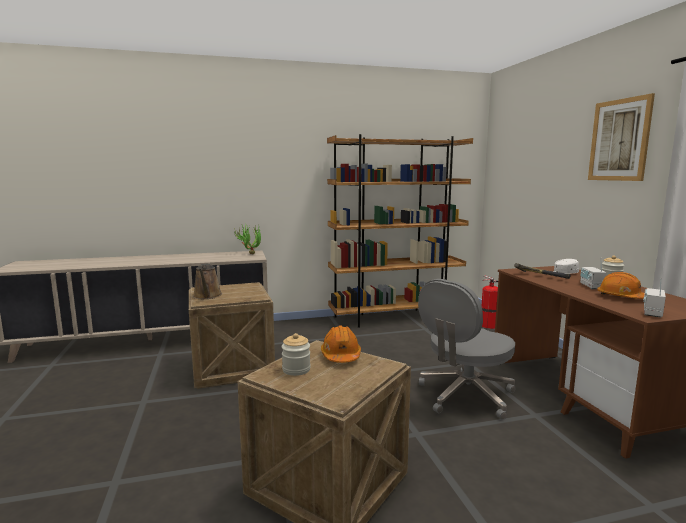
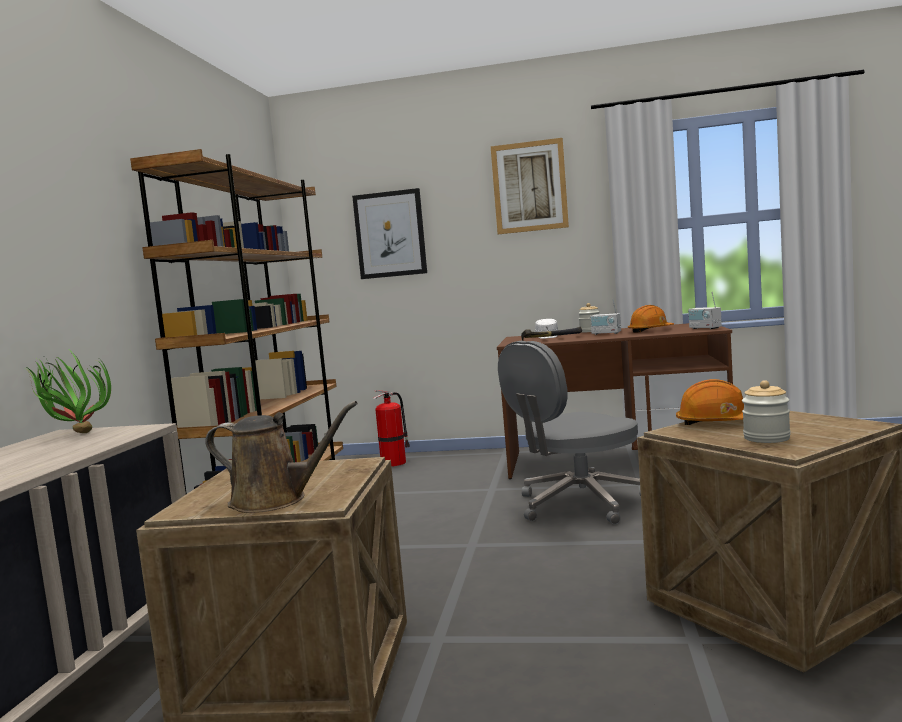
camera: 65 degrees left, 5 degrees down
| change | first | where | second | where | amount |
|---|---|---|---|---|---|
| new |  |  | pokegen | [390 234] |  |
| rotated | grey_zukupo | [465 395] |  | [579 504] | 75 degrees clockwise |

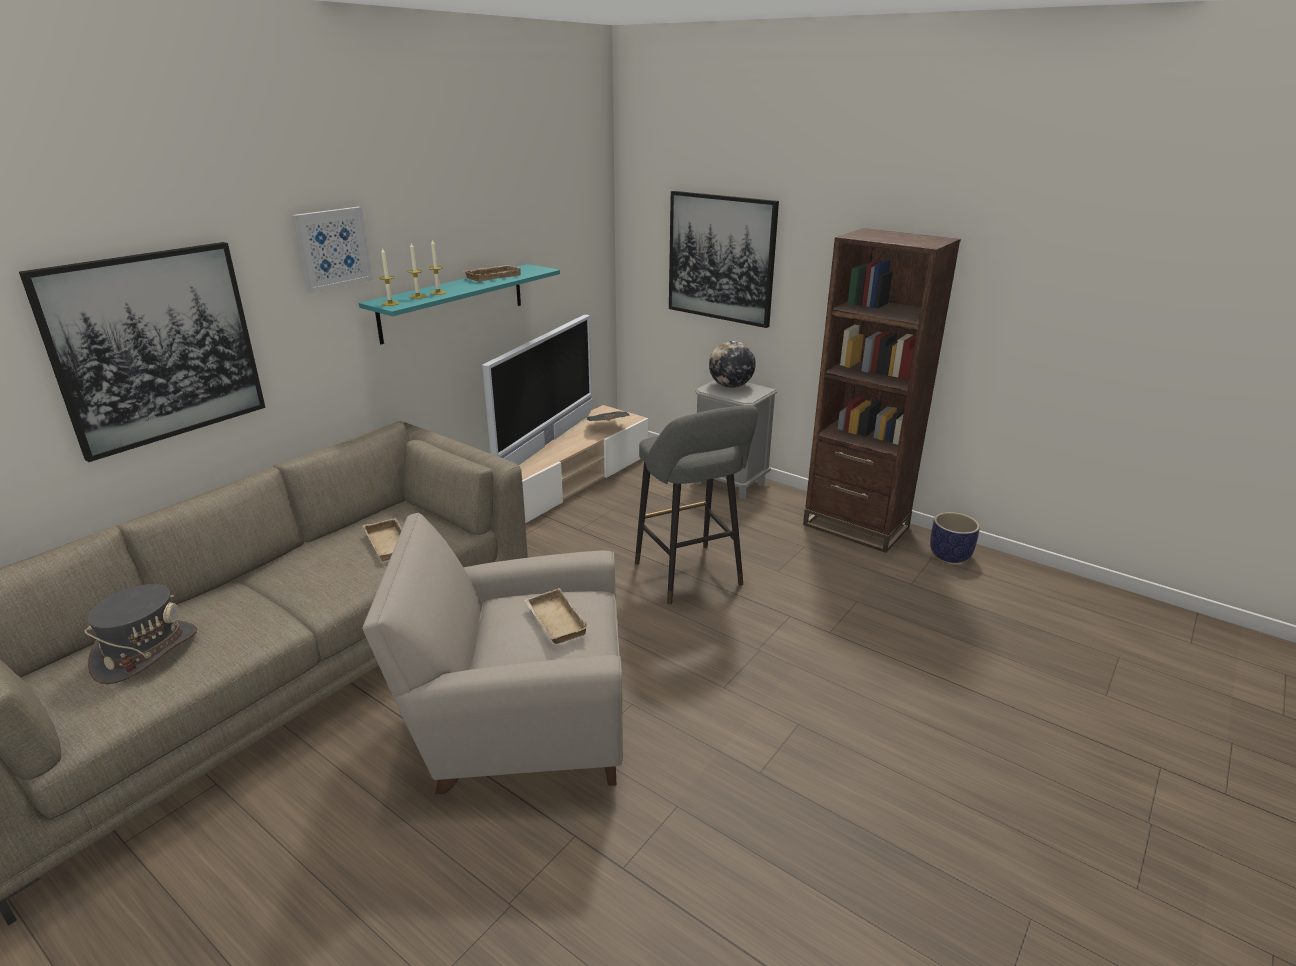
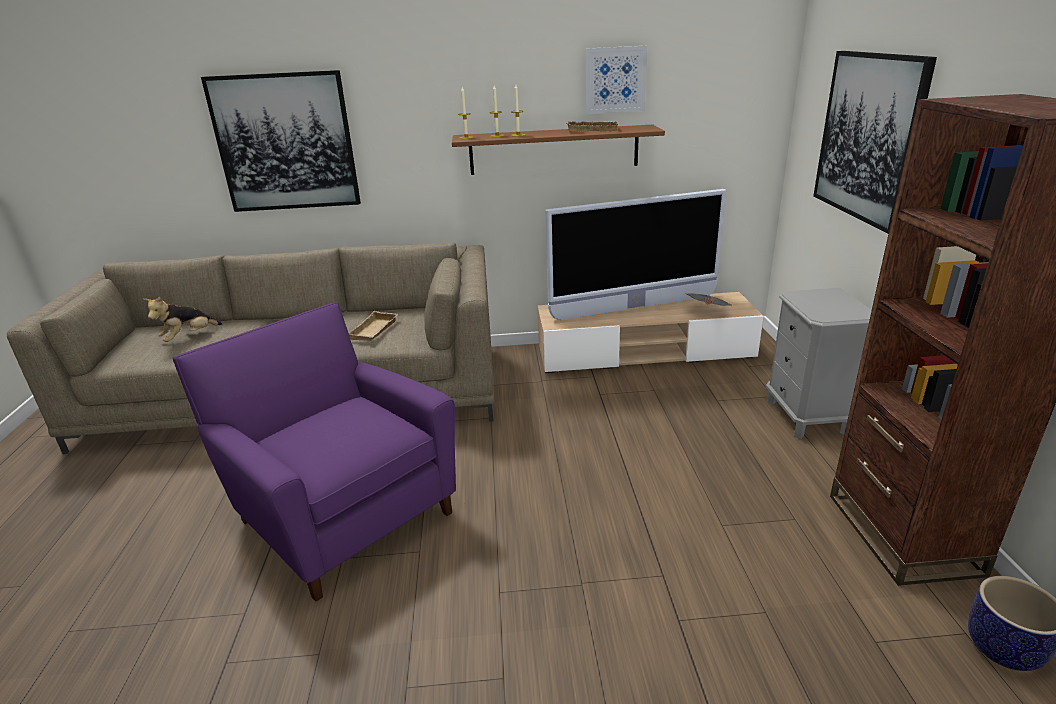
camera: 50 degrees right, 0 degrees up
| change | first | where | second | where | amount |
|---|---|---|---|---|---|
| gone | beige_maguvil | [553 621] |  |  |  |
| gone | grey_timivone | [691 577] |  |  |  |
| gone | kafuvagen | [730 386] |  |  |  |
| shifted | pokegen | [332 248] |  | [615 80] |  |
| swapped | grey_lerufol | [146 652] | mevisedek | [188 337] |  |
| repainted | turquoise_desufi | [453 302] | brown_desufi | [554 150] |  |
| repainted | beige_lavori | [518 725] | purple_lavori | [340 511] |  |

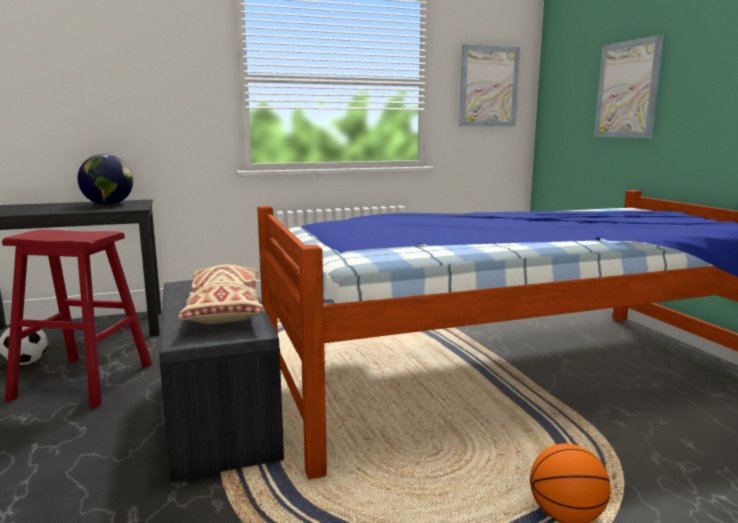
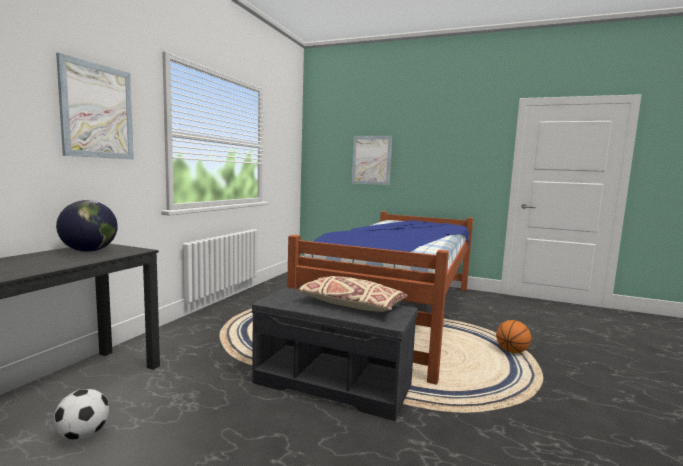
camera: 50 degrees left, 5 degrees down
| change | first | where | second | where | amount |
|---|---|---|---|---|---|
| gone | red_timivone | [83 381] |  |  |  |
| shifted | pokegen | [488 86] |  | [97 111] |  |

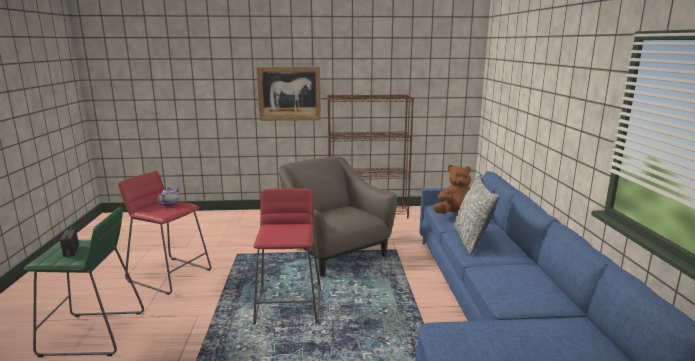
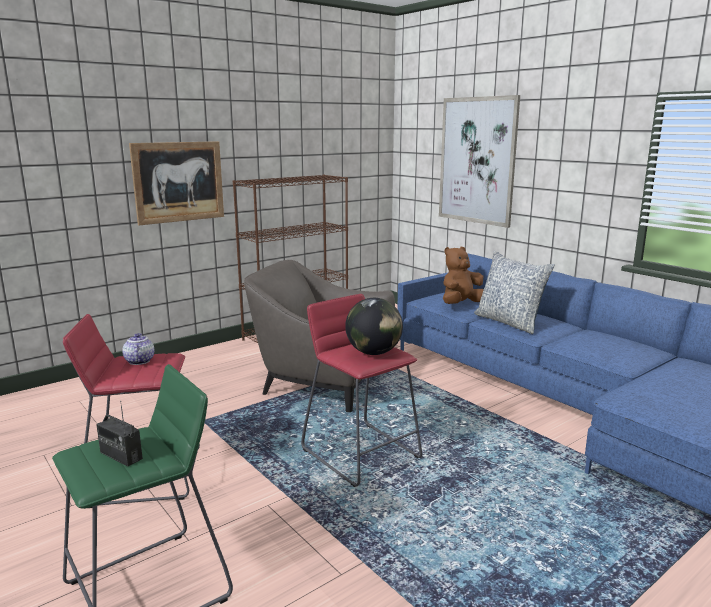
camera: 35 degrees left, 0 degrees up
| change | first | where | second | where | amount |
|---|---|---|---|---|---|
| new |  |  | kafuvagen | [373 353] |  |
| new |  |  | pokegen | [477 161] |  |

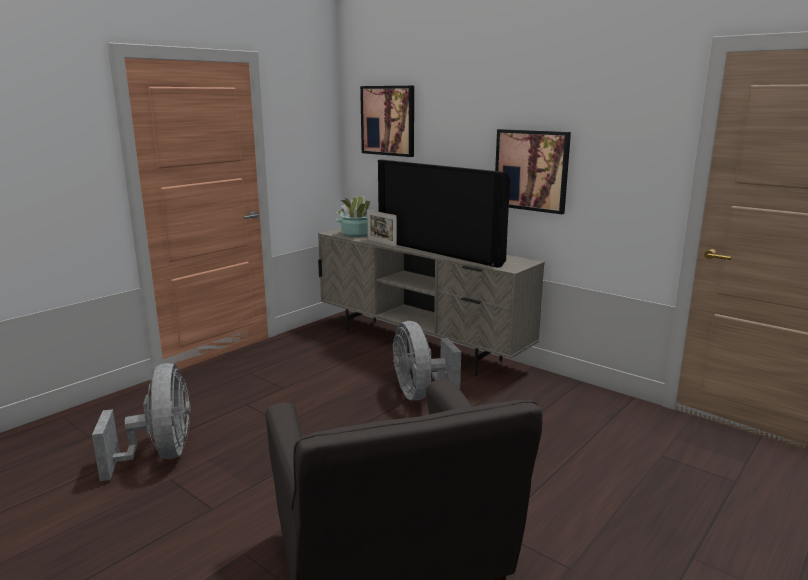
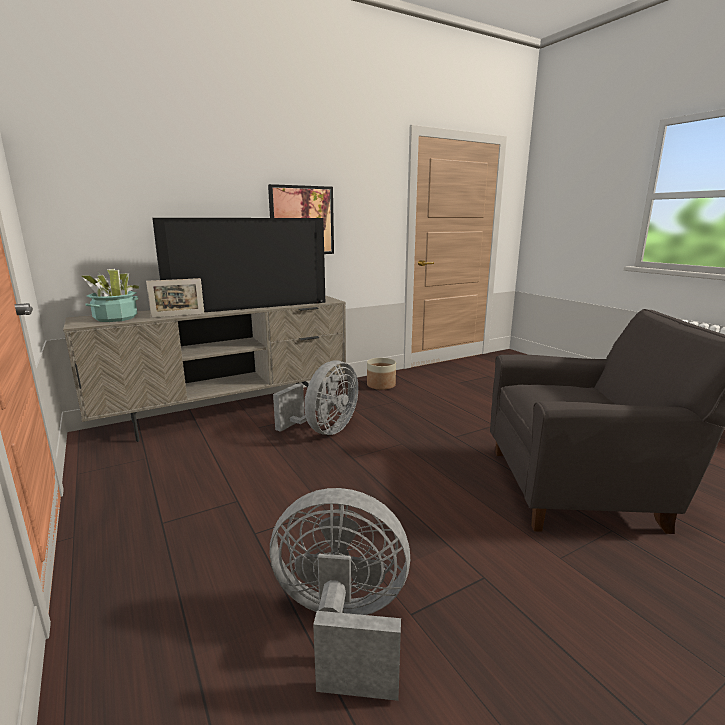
camera: 70 degrees left, 0 degrees up
| change | first | where | second | where | amount |
|---|---|---|---|---|---|
| gone | pokegen | [388 120] |  |  |  |
| new |  |  | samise | [381 385] |  |
| rotated | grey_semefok | [420 393] |  | [324 430] | 60 degrees counterclockwise |

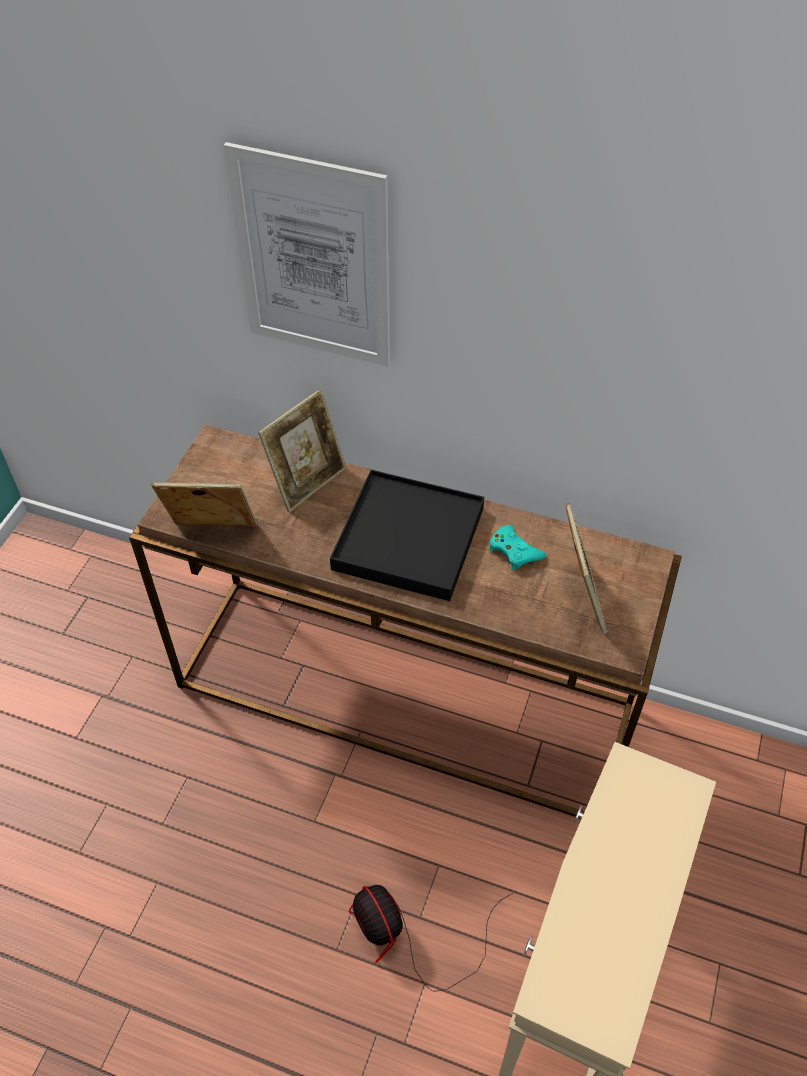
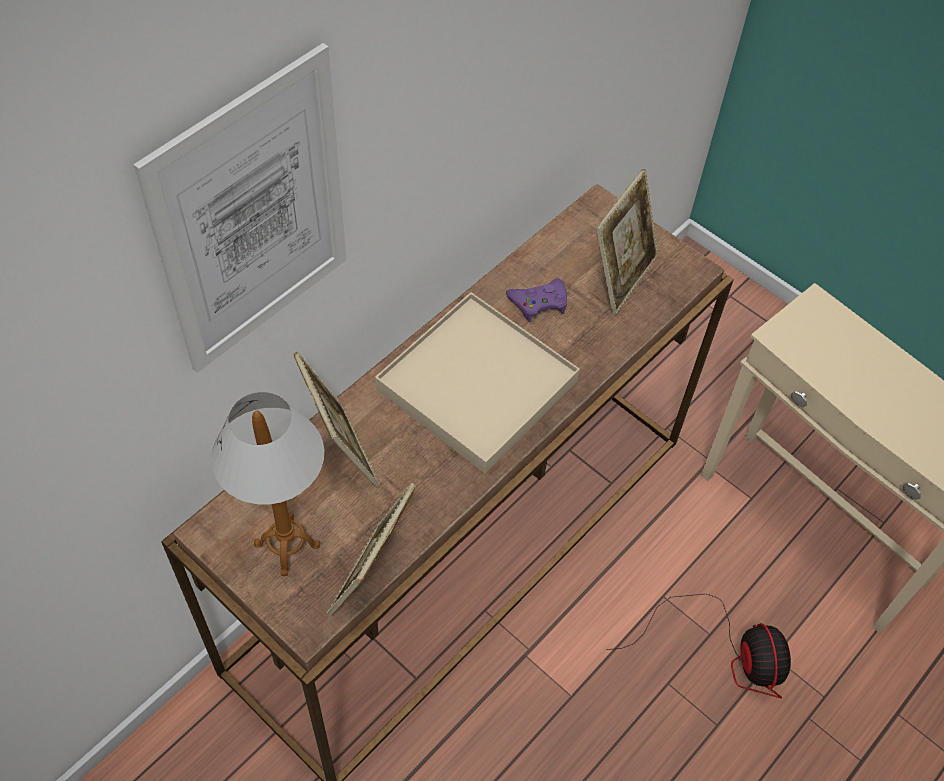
camera: 70 degrees left, 5 degrees up
| change | first | where | second | where | amount |
|---|---|---|---|---|---|
| new |  |  | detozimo | [288 545] |  |
| repainted | black_maguvil | [409 538] | beige_maguvil | [477 385] |  |
| repainted | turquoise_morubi | [514 551] | purple_morubi | [539 302] |  |
| rotated | semefok | [408 936] |  | [725 652] | 90 degrees counterclockwise |
| rotated | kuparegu | [579 598] |  | [621 276] | 105 degrees clockwise |

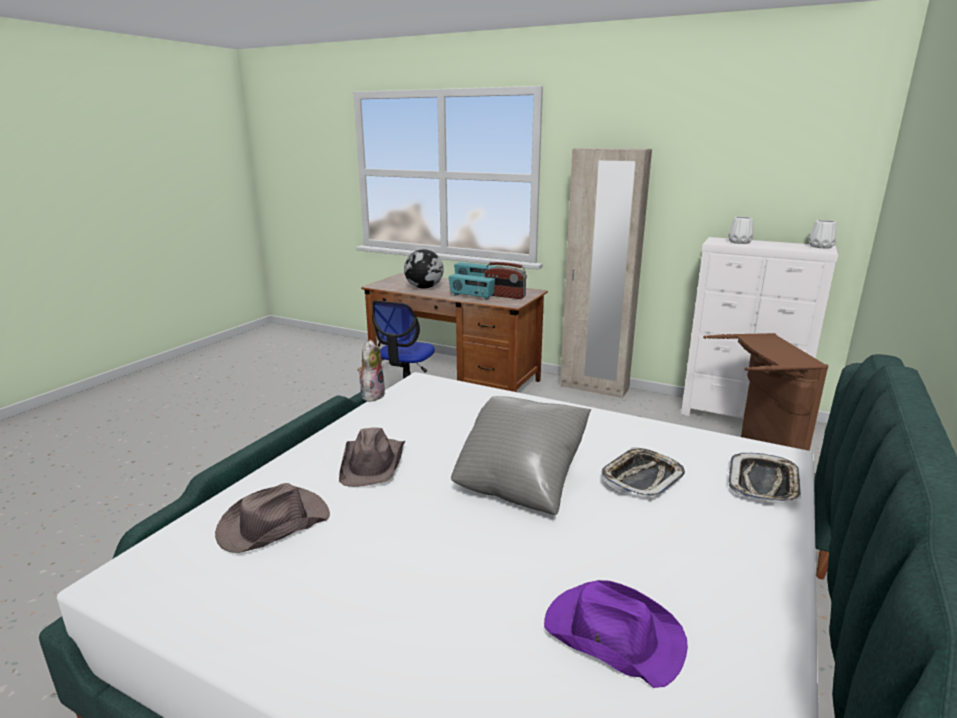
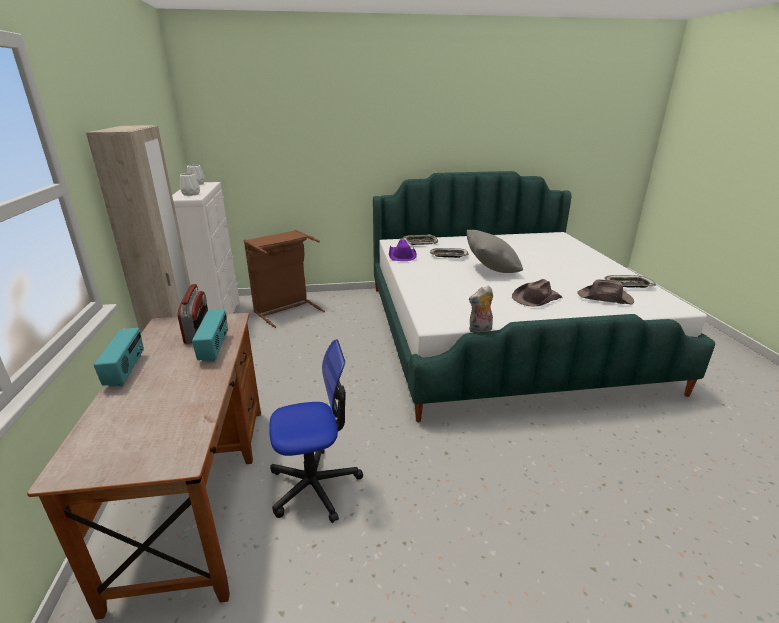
camera: 125 degrees left, 5 degrees up
| change | first | where | second | where | amount |
|---|---|---|---|---|---|
| gone | kafuvagen | [424 288] |  |  |  |
| new |  |  | maguvil | [628 285] |  |
| shifted | purple_lerufol | [612 634] |  | [402 255] |  |

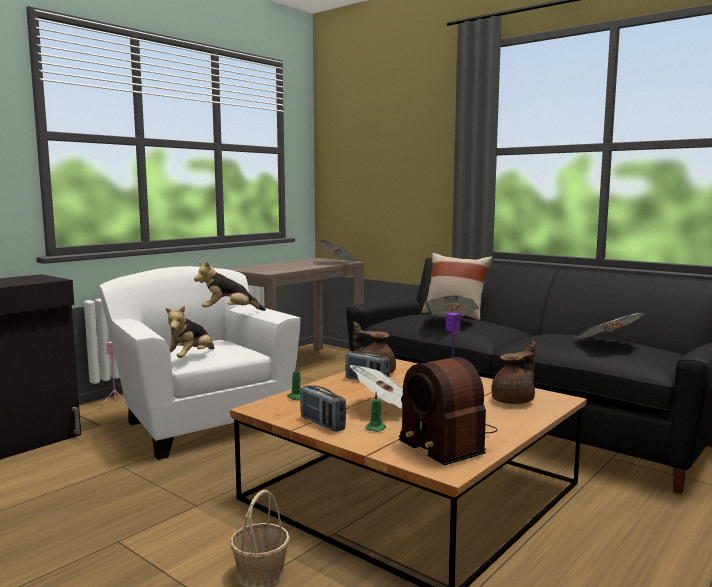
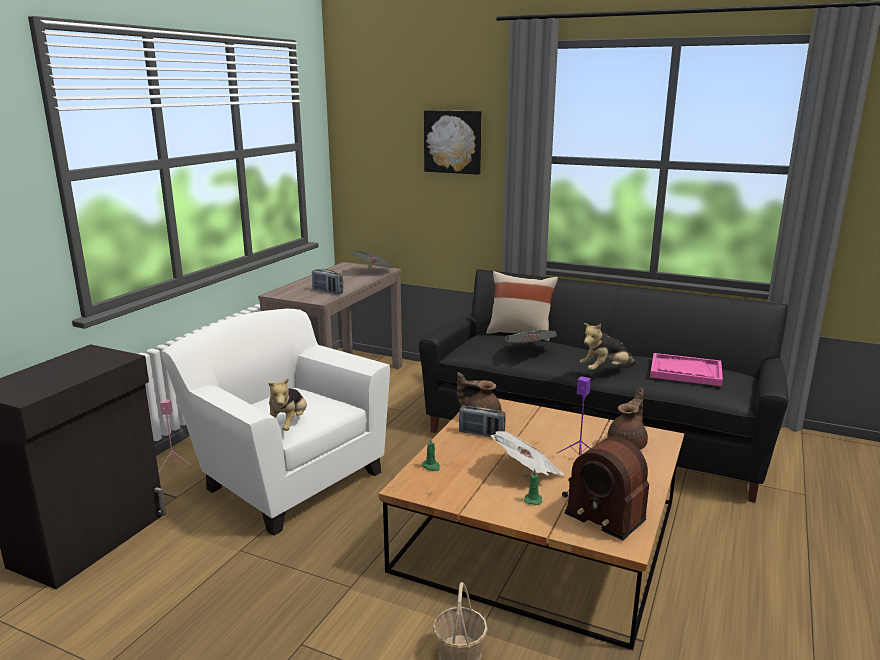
camera: 15 degrees left, 10 degrees up
| change | first | where | second | where | amount |
|---|---|---|---|---|---|
| new |  |  | pokegen | [453 142] |  |
| shifted | mevisedek | [229 312] |  | [605 370] |  |
| shifted | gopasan | [322 424] |  | [327 291] |  |
| swapped | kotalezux | [606 343] | pink_maguvil | [685 371] |  |

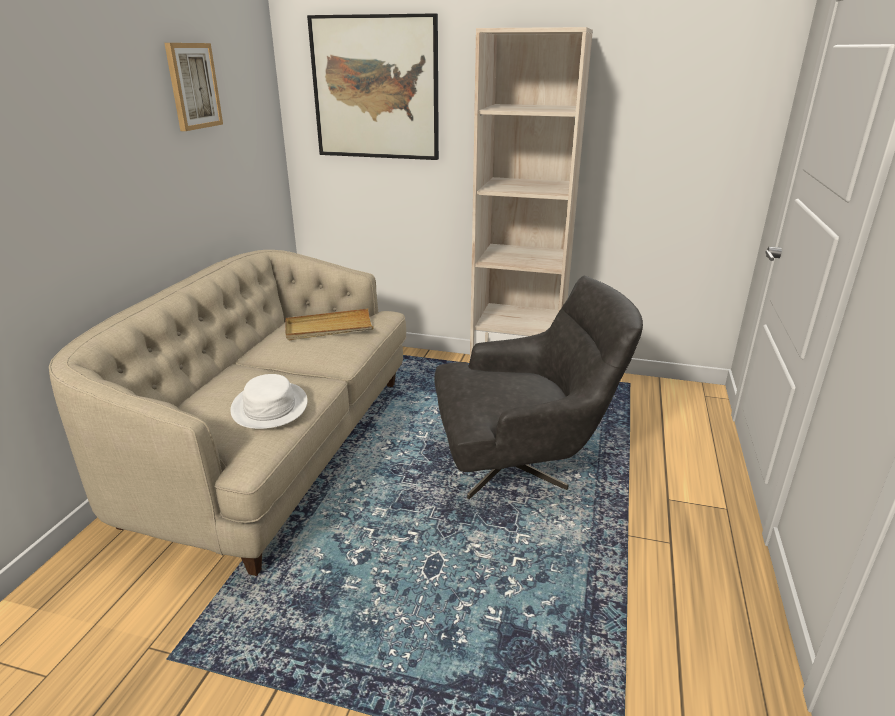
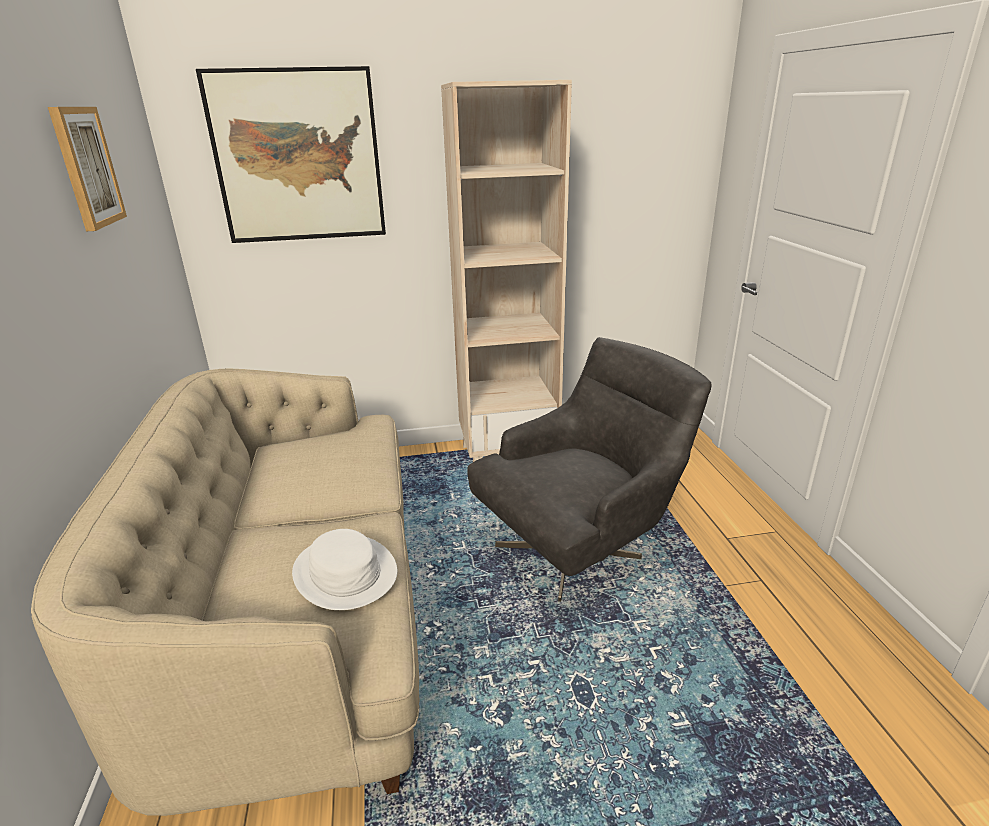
camera: 25 degrees left, 0 degrees up
| change | first | where | second | where | amount |
|---|---|---|---|---|---|
| gone | beige_maguvil | [329 328] |  |  |  |

